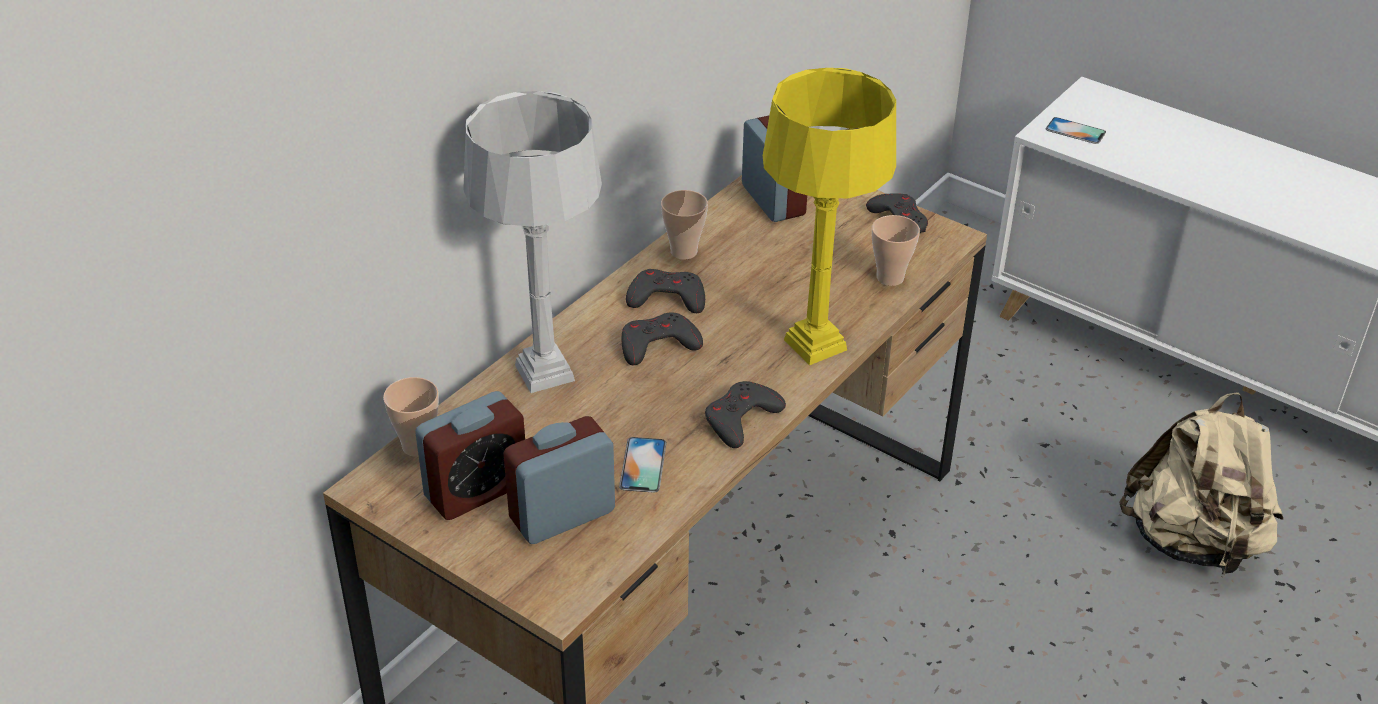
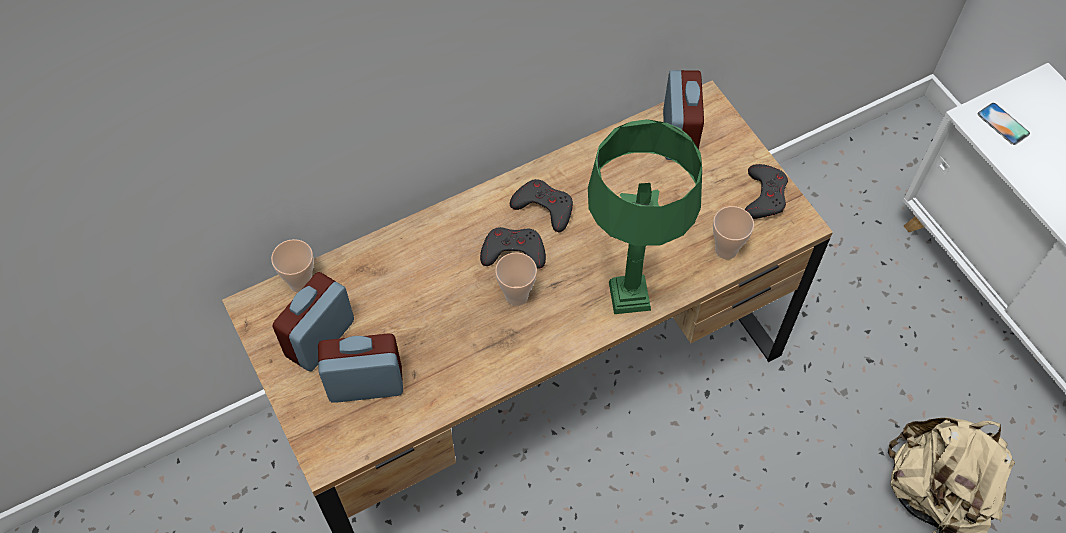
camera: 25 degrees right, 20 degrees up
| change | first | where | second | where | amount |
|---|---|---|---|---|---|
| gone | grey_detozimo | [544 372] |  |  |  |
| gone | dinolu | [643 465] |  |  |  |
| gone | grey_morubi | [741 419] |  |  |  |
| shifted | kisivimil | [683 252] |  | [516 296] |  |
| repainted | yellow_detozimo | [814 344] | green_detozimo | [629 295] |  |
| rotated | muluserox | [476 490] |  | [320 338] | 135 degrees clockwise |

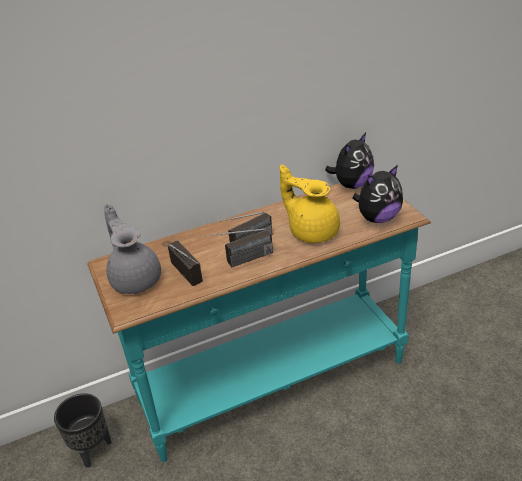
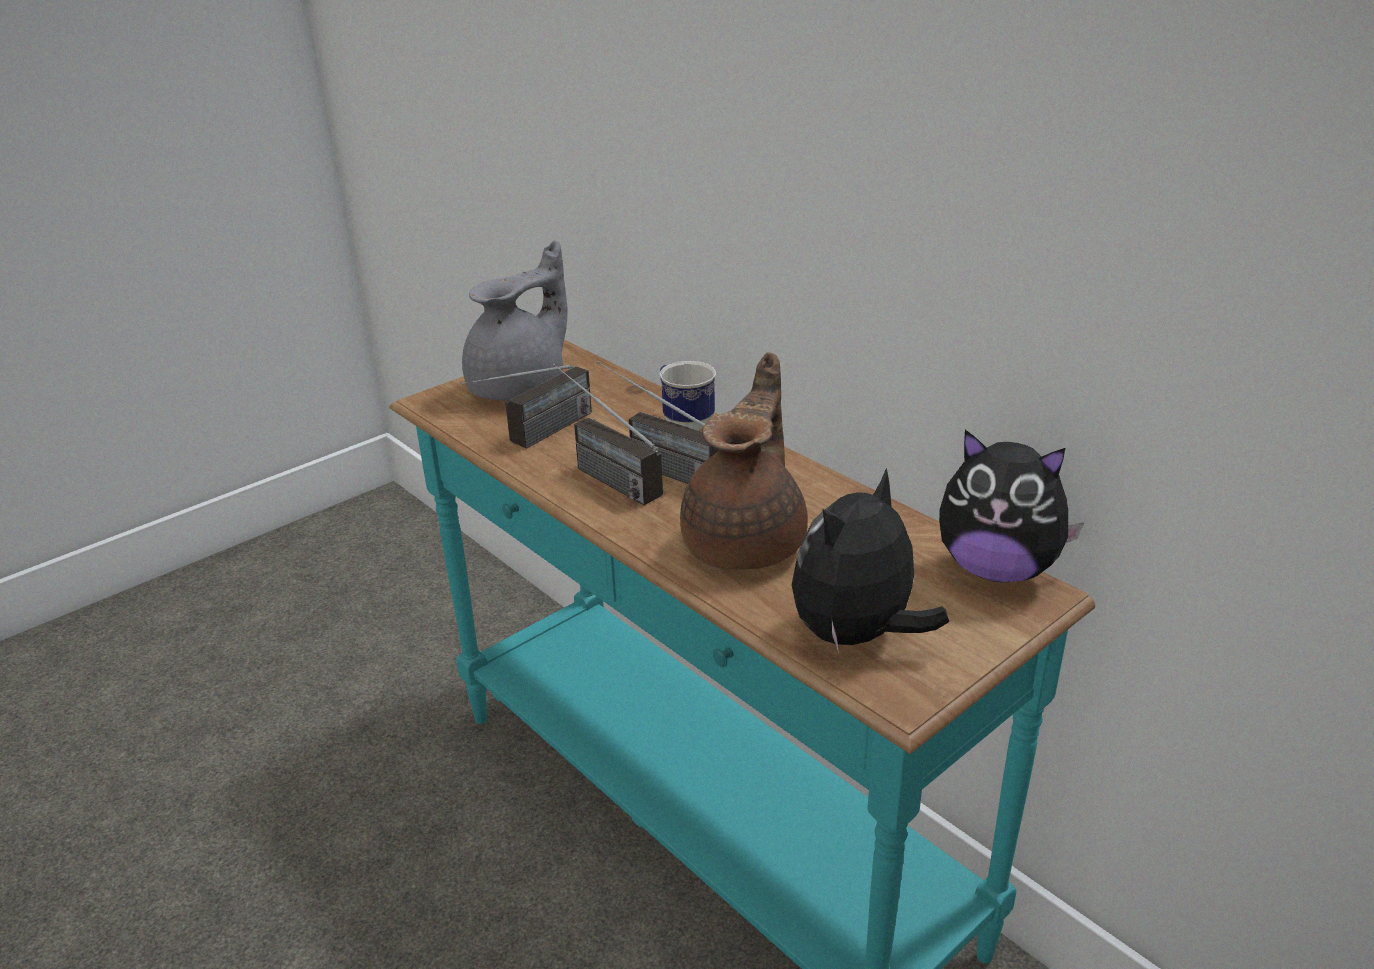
camera: 70 degrees right, 5 degrees down
| change | first | where | second | where | amount |
|---|---|---|---|---|---|
| gone | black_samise | [92 449] |  |  |  |
| new |  |  | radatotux | [683 421] |  |
| repainted | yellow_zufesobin | [312 231] | brown_zufesobin | [747 542] |  |
| rotated | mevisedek | [378 218] |  | [857 636] | 90 degrees clockwise |

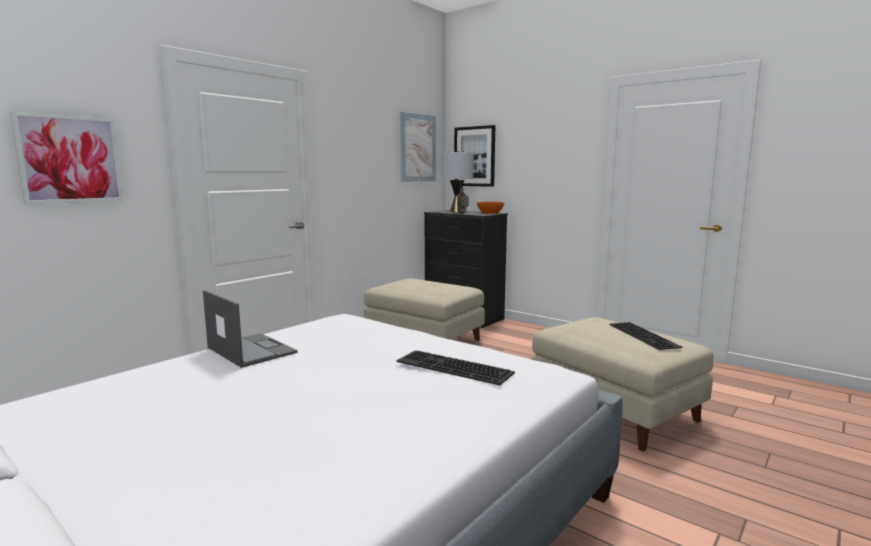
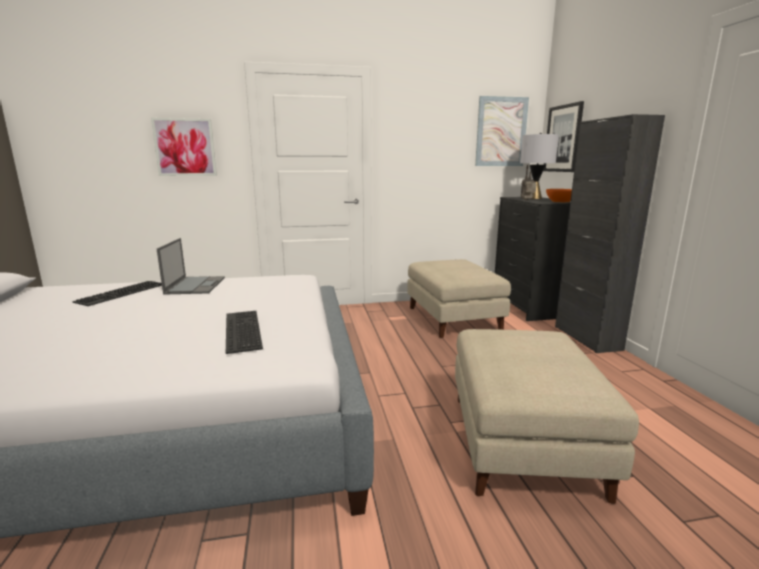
camera: 40 degrees right, 5 degrees up
| change | first | where | second | where | amount |
|---|---|---|---|---|---|
| new |  |  | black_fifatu | [587 338] |  |
| shifted | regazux | [645 335] |  | [122 293] |  |

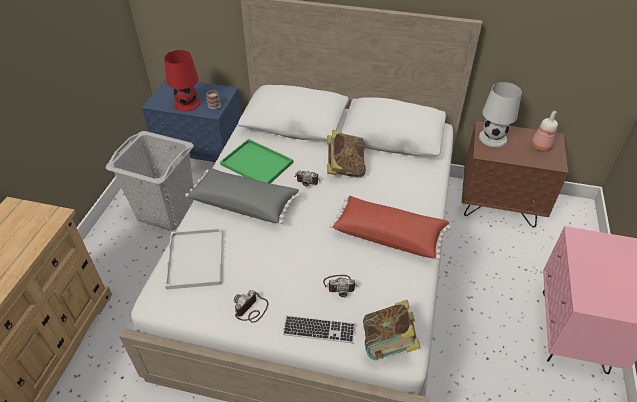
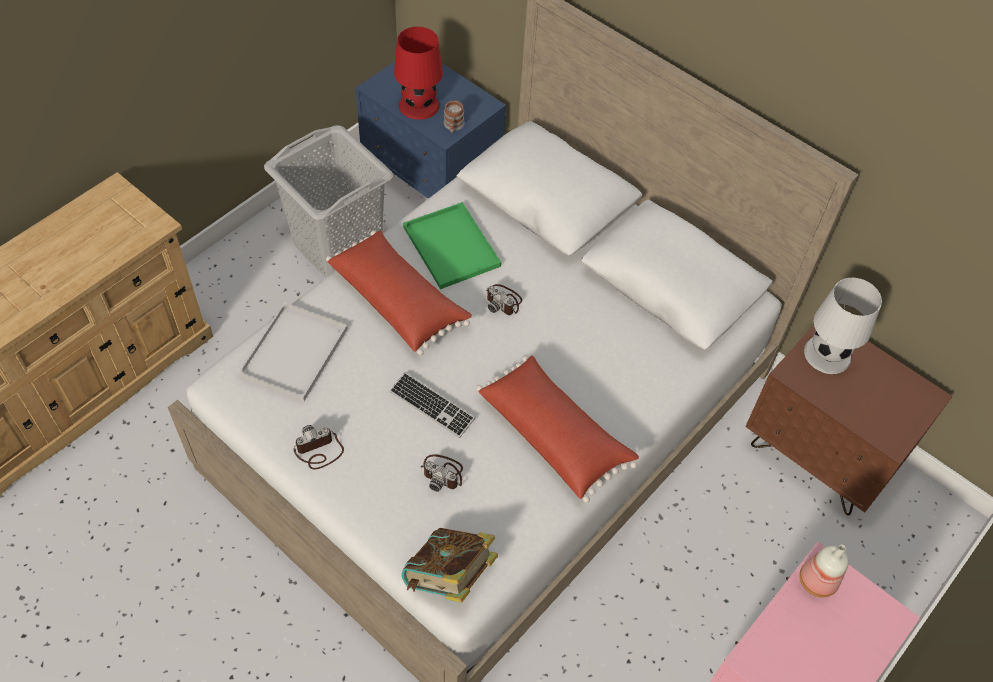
camera: 25 degrees right, 10 degrees up
| change | first | where | second | where | amount |
|---|---|---|---|---|---|
| gone | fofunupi | [345 168] |  |  |  |
| shifted | regazux | [319 330] |  | [432 406] |  |
| shifted | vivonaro | [540 147] |  | [815 581] |  |
| repainted | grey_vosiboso | [244 203] | red_vosiboso | [398 301] |  |

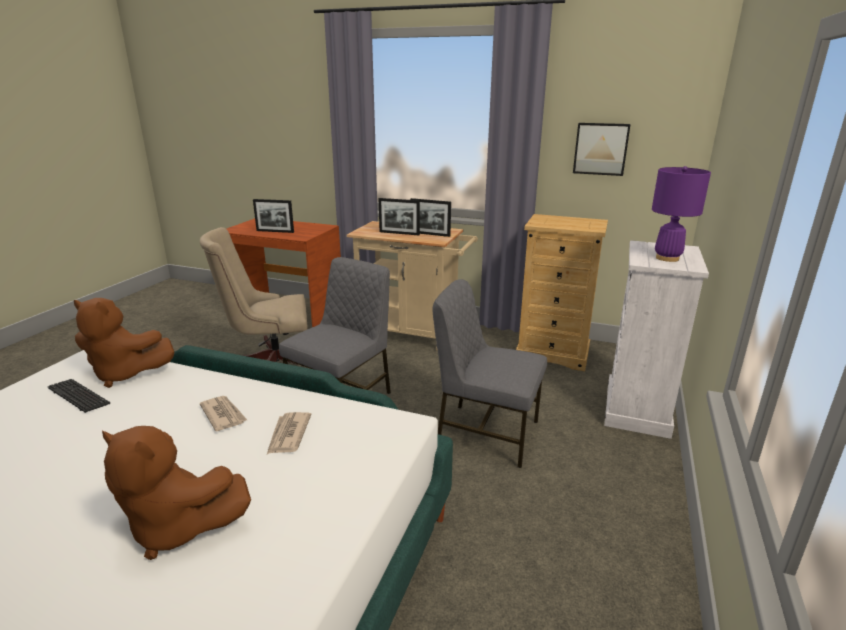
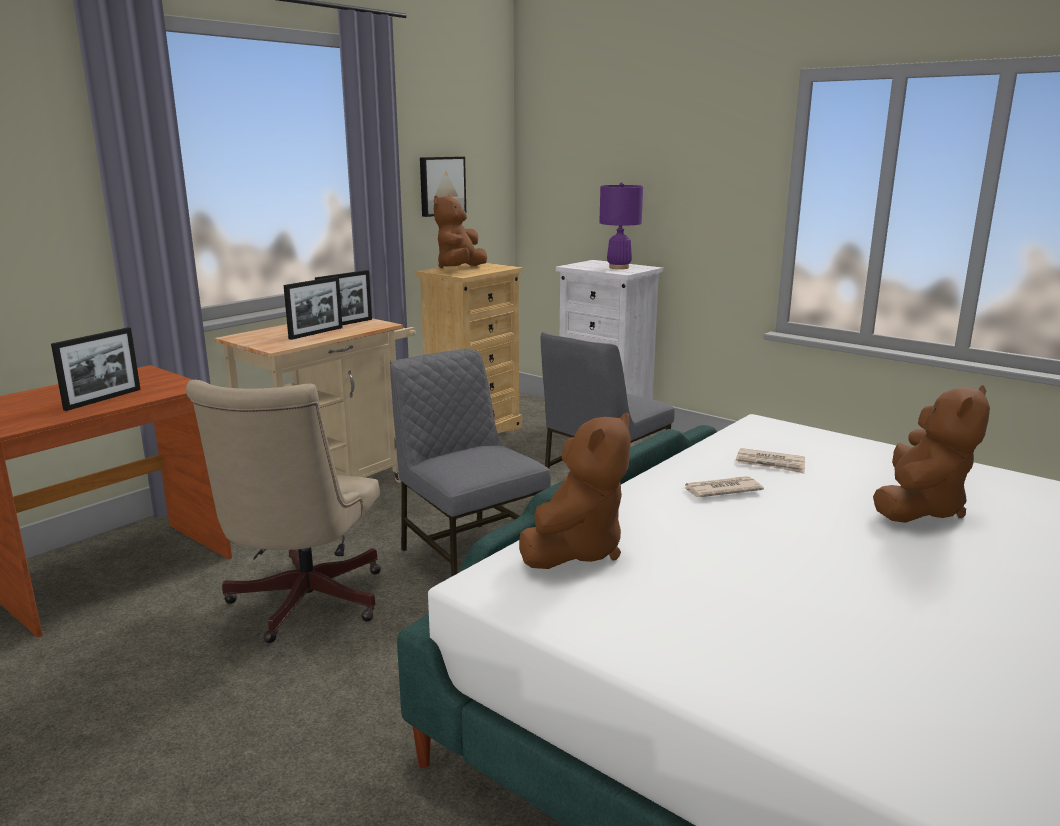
camera: 70 degrees left, 5 degrees down
| change | first | where | second | where | amount |
|---|---|---|---|---|---|
| gone | regazux | [79 397] |  |  |  |
| new |  |  | brown_mevisedek | [460 269] |  |

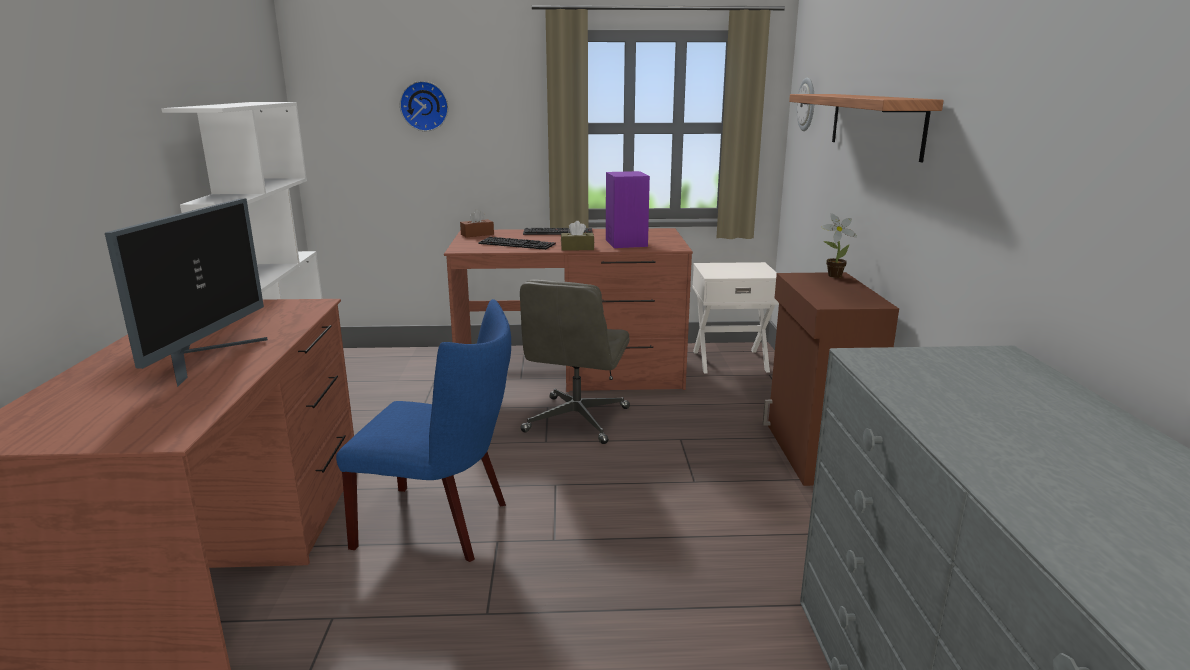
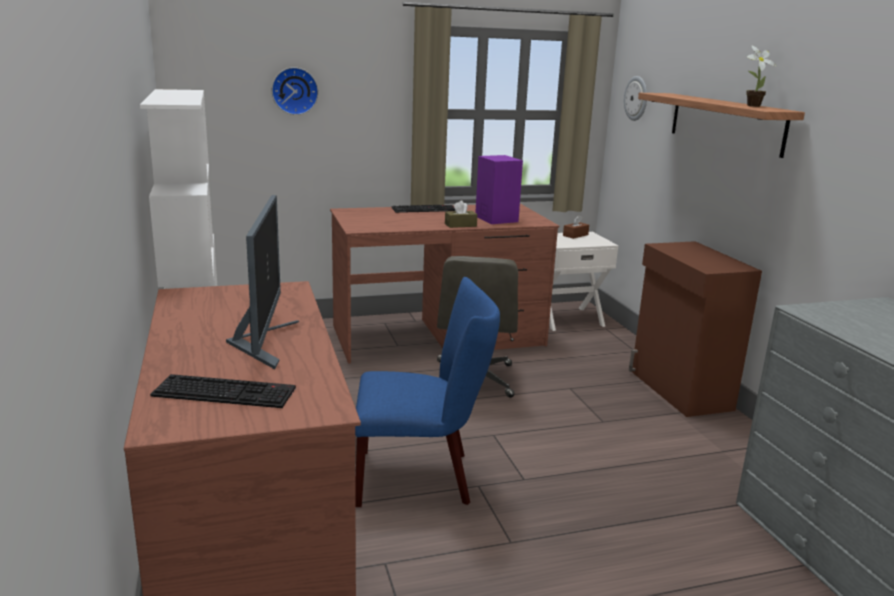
camera: 15 degrees left, 0 degrees up
| change | first | where | second | where | amount |
|---|---|---|---|---|---|
| shifted | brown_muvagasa | [477 234] |  | [575 235] |  |
| shifted | regazux | [518 244] |  | [227 391] |  |
| shifted | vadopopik | [832 275] |  | [751 106] |  |

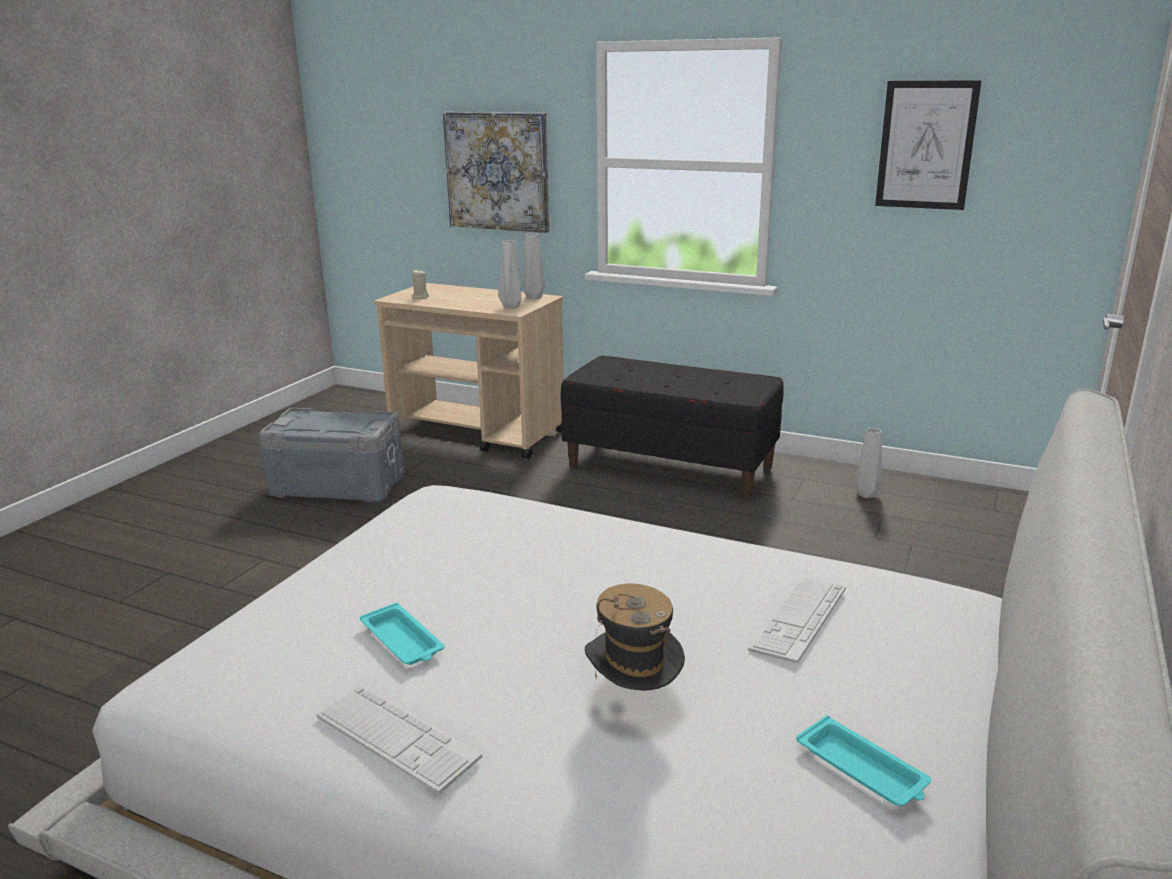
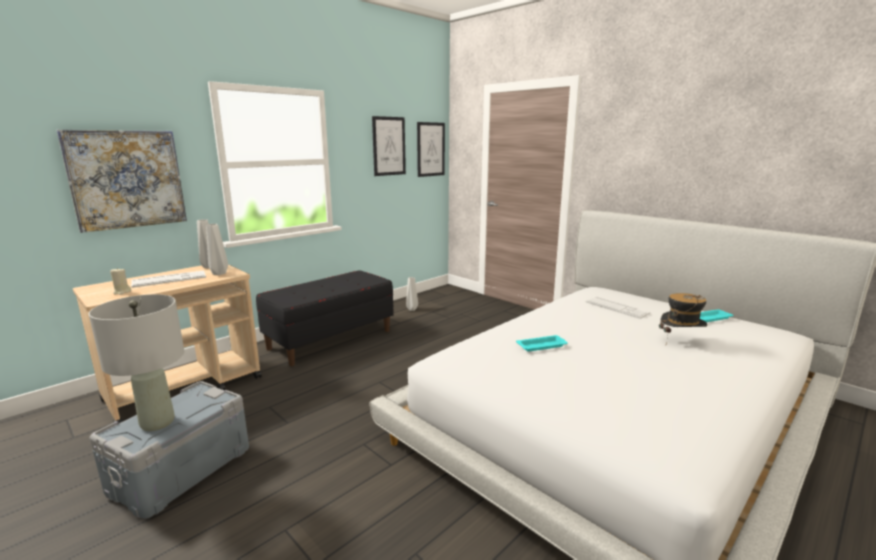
camera: 70 degrees left, 5 degrees down
| change | first | where | second | where | amount |
|---|---|---|---|---|---|
| new |  |  | grey_detozimo | [158 422] |  |
| new |  |  | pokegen | [430 149] |  |
| shifted | regazux | [396 737] |  | [169 279] |  |
| shifted | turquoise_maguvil | [403 641] |  | [542 346] |  |

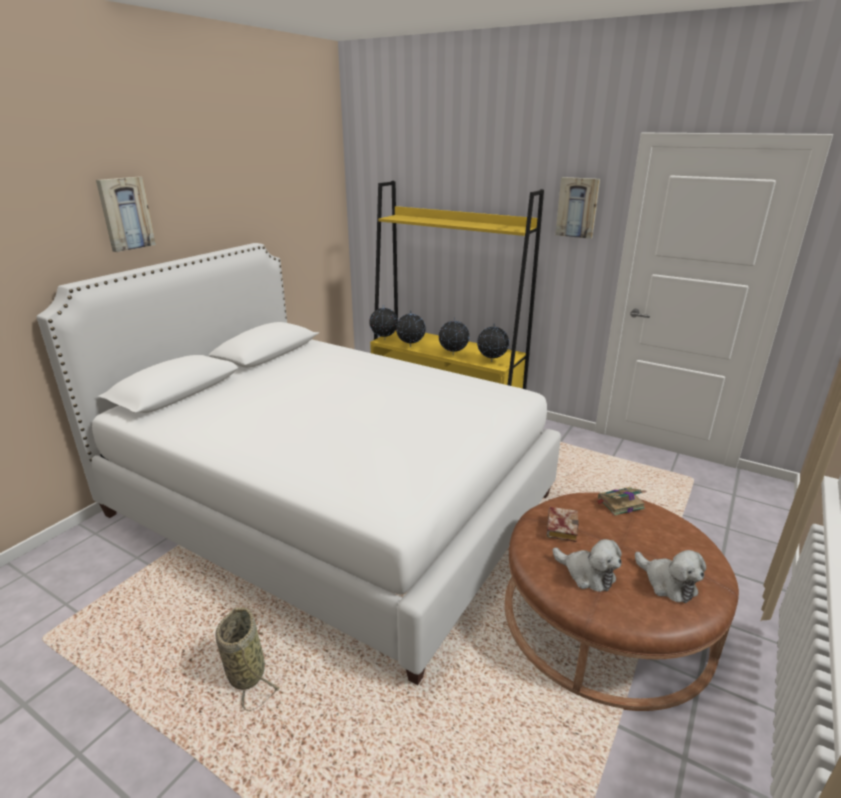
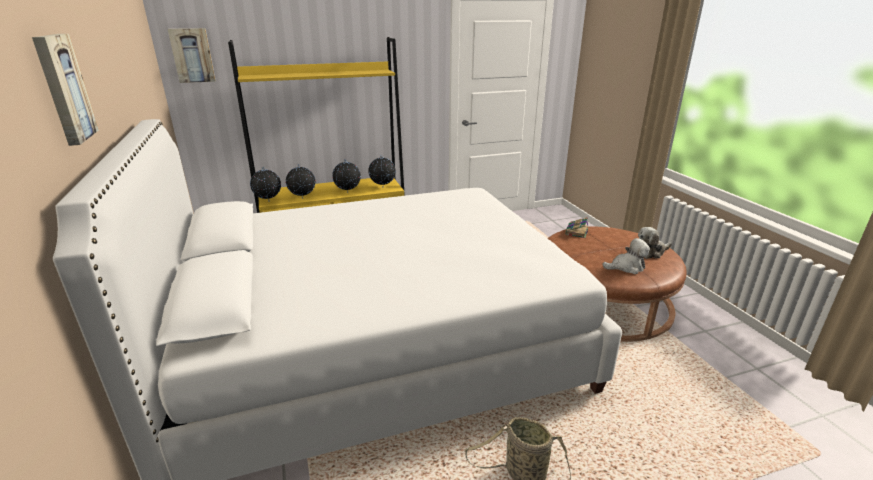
camera: 50 degrees left, 0 degrees up
| change | first | where | second | where | amount |
|---|---|---|---|---|---|
| gone | fofunupi | [560 526] |  |  |  |
| shifted | pokegen | [577 207] |  | [192 55] |  |
| rotated | mevisedek | [667 583] |  | [651 252] | 150 degrees clockwise |

